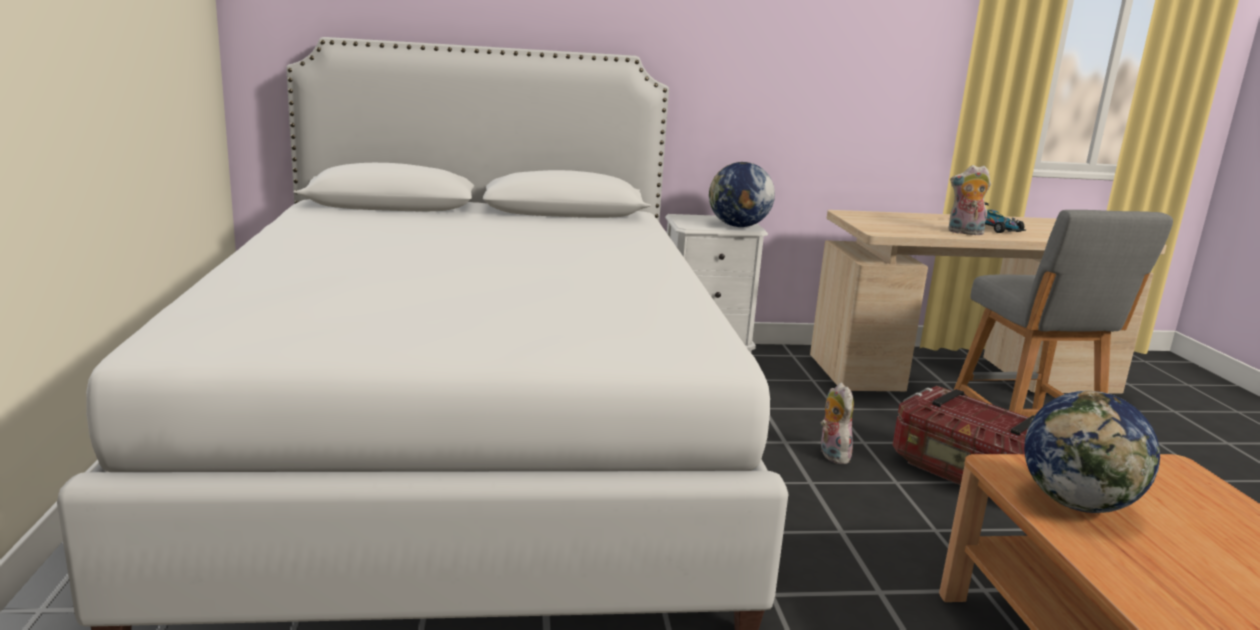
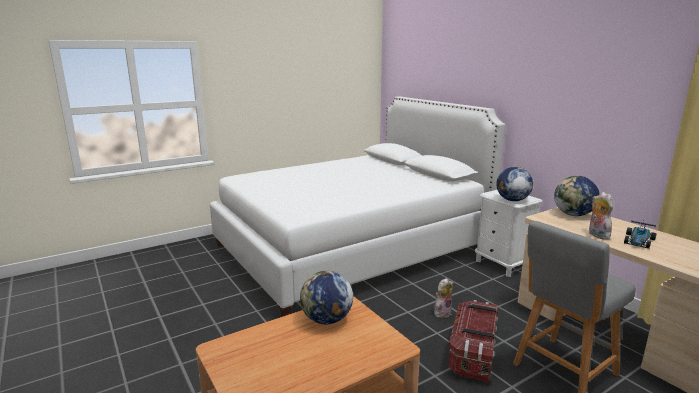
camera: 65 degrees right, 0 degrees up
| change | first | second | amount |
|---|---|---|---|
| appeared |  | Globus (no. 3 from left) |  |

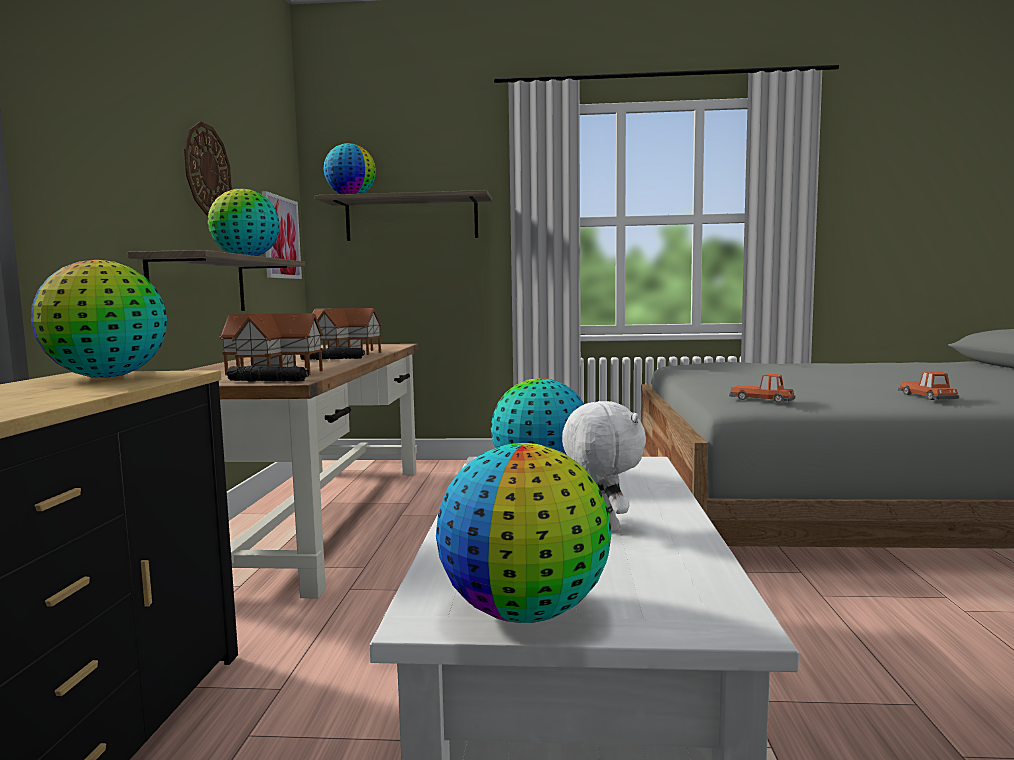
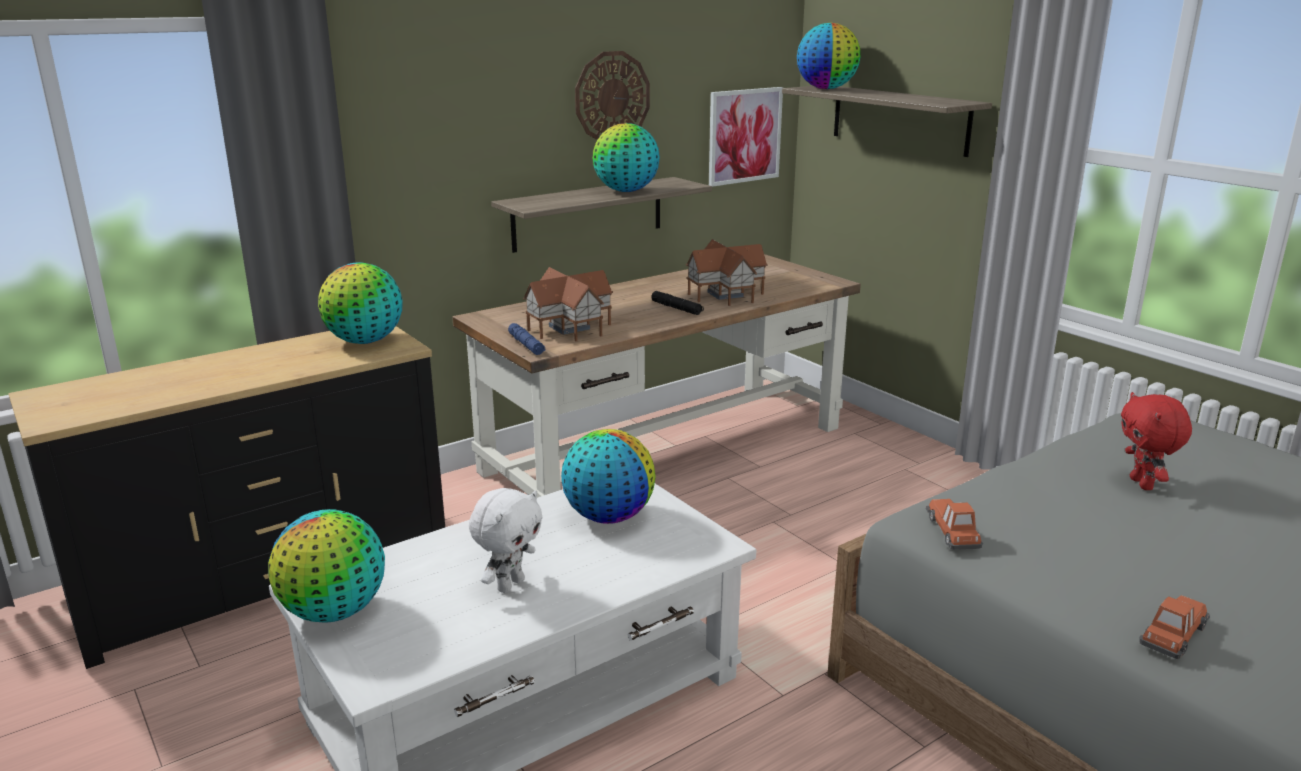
camera: 50 degrees right, 15 degrees up
| change | first | second | amount |
|---|---|---|---|
| colour | Taschenlampe (schwarz) (no. 1 from left) | Taschenlampe (blau) |  |
| appeared |  | Plüschtier (rot) |  |

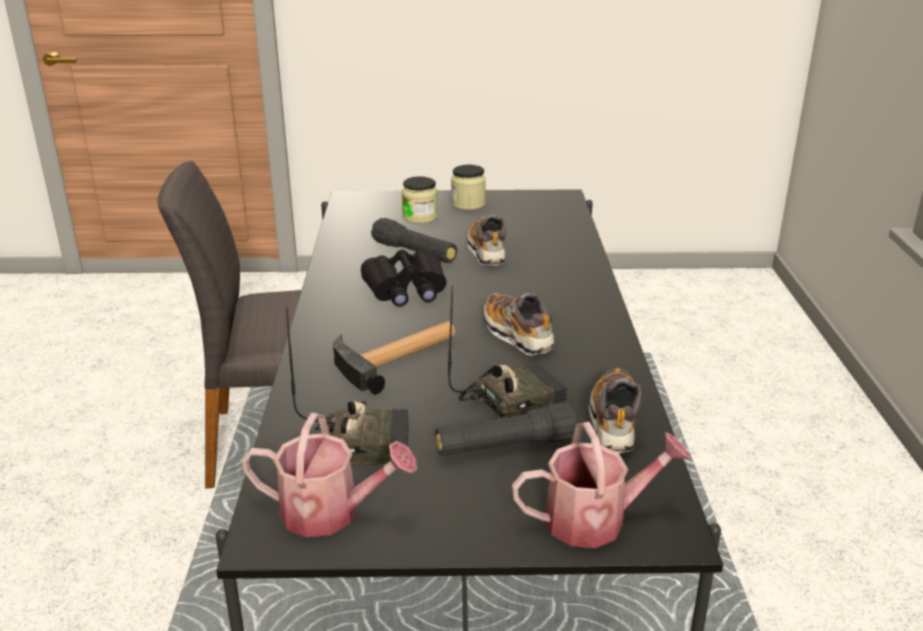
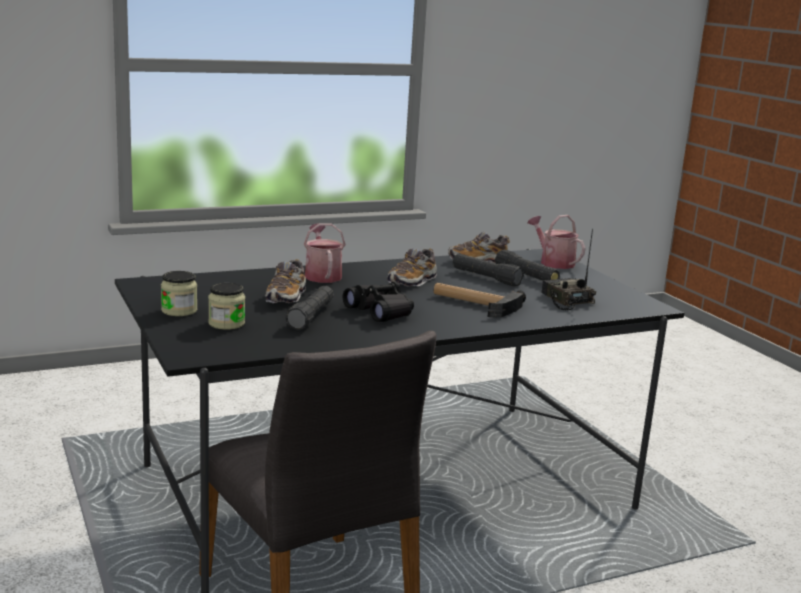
camera: 115 degrees left, 10 degrees down
| change | first | second | amount |
|---|---|---|---|
| spun | Schuh (no. 1 from left) |  | 45 degrees counterclockwise |
| relocated | Gießkanne (no. 1 from left) |  |  |
| exchanged | Radio (no. 2 from left) | Taschenlampe (schwarz) (no. 2 from left) |  |

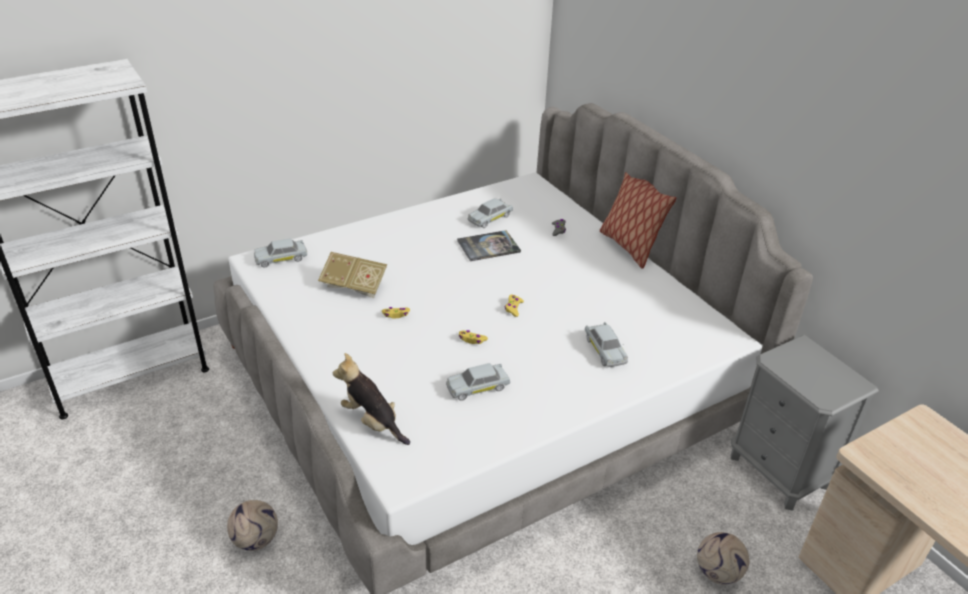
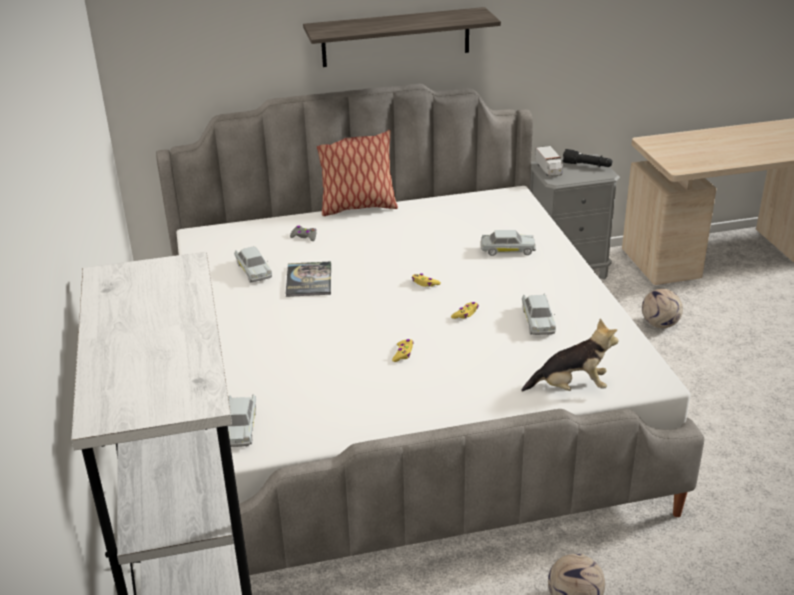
camera: 70 degrees left, 5 degrees down
| change | first | second | amount |
|---|---|---|---|
| appeared |  | Wandregal |  |
| spun | Plüschtier |  | 150 degrees counterclockwise |
| appeared |  | Spielzeuglaster |  |
| appeared |  | Taschenlampe (schwarz) |  |
| missing | Buch (no. 1 from left) |  |  |

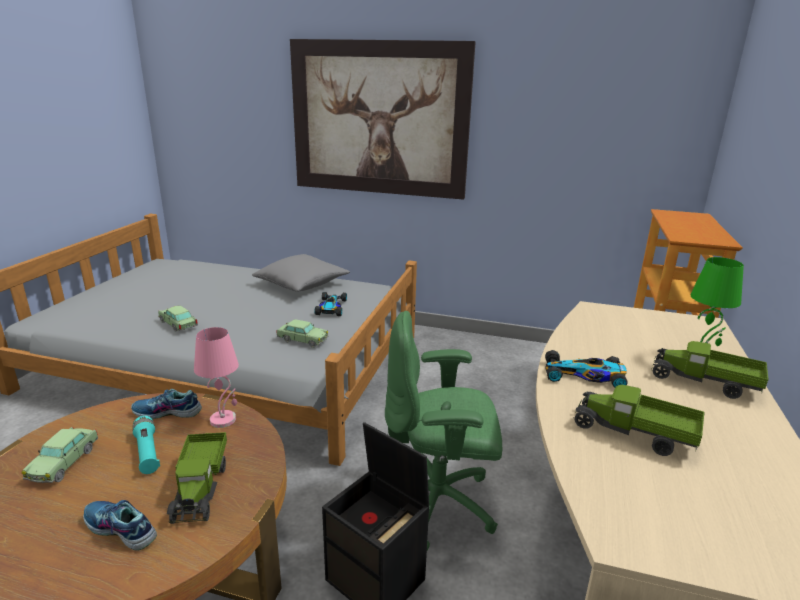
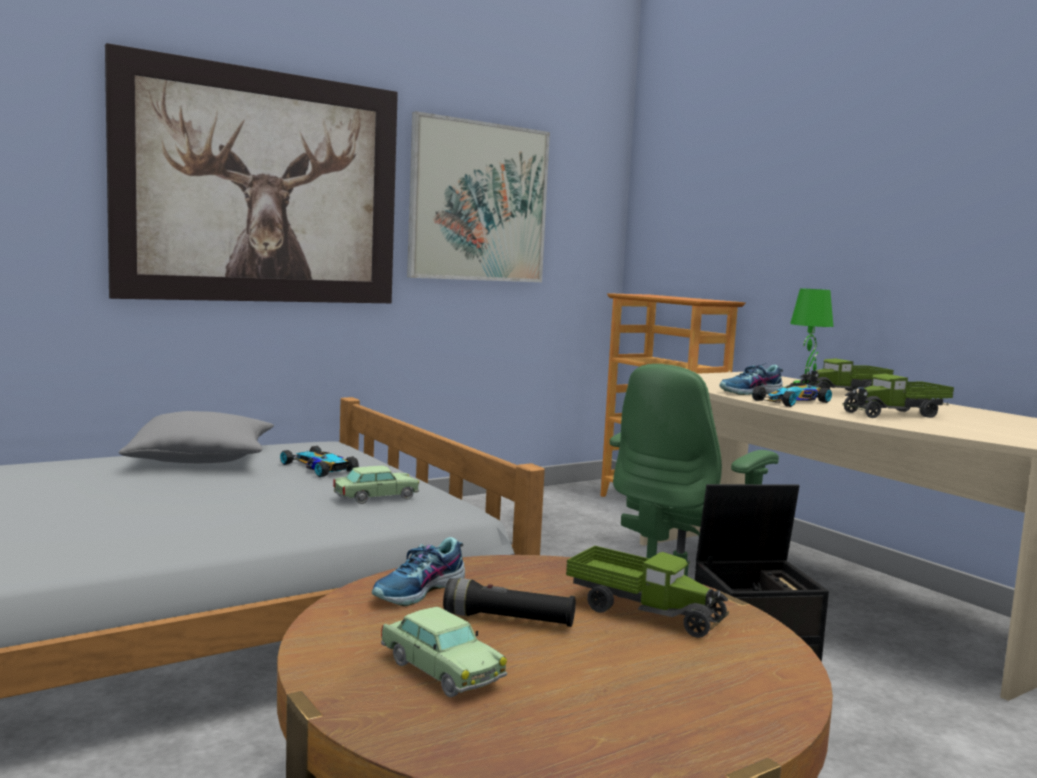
camera: 50 degrees left, 15 degrees down
| change | first | second | amount |
|---|---|---|---|
| appeared |  | Bild (no. 2 from left) |  |
| colour | Taschenlampe (türkis) | Taschenlampe (schwarz) |  |
| relocated | Schuh (no. 1 from left in the first image) | Schuh (no. 2 from left) |  |
| missing | Spielzeugauto (no. 2 from left) |  |  |
| missing | Tischlampe (rosa) |  |  |

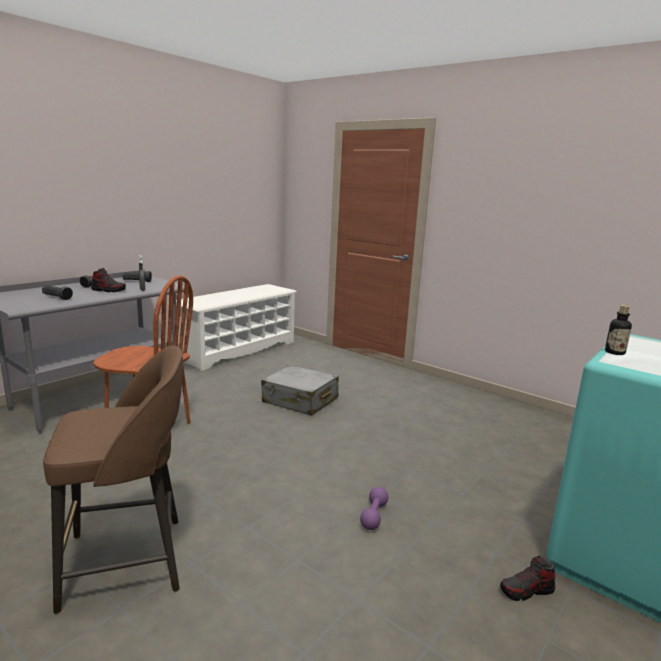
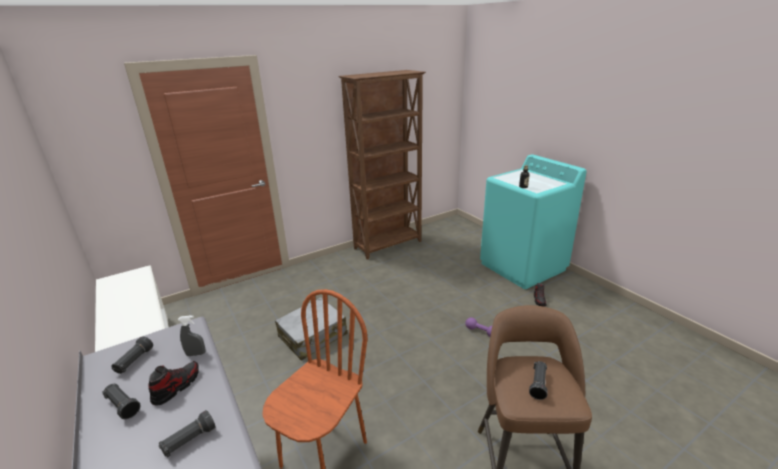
camera: 70 degrees left, 10 degrees up
| change | first | second | amount |
|---|---|---|---|
| appeared |  | Bücherregal (braun) |  |
| appeared |  | Taschenlampe (schwarz) (no. 4 from left) |  |

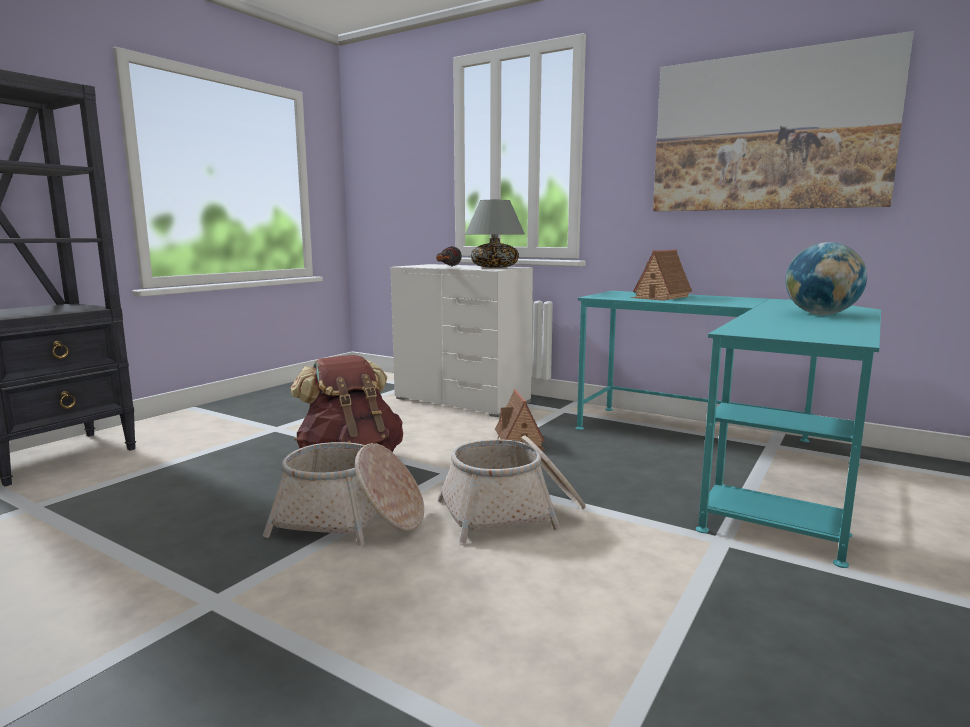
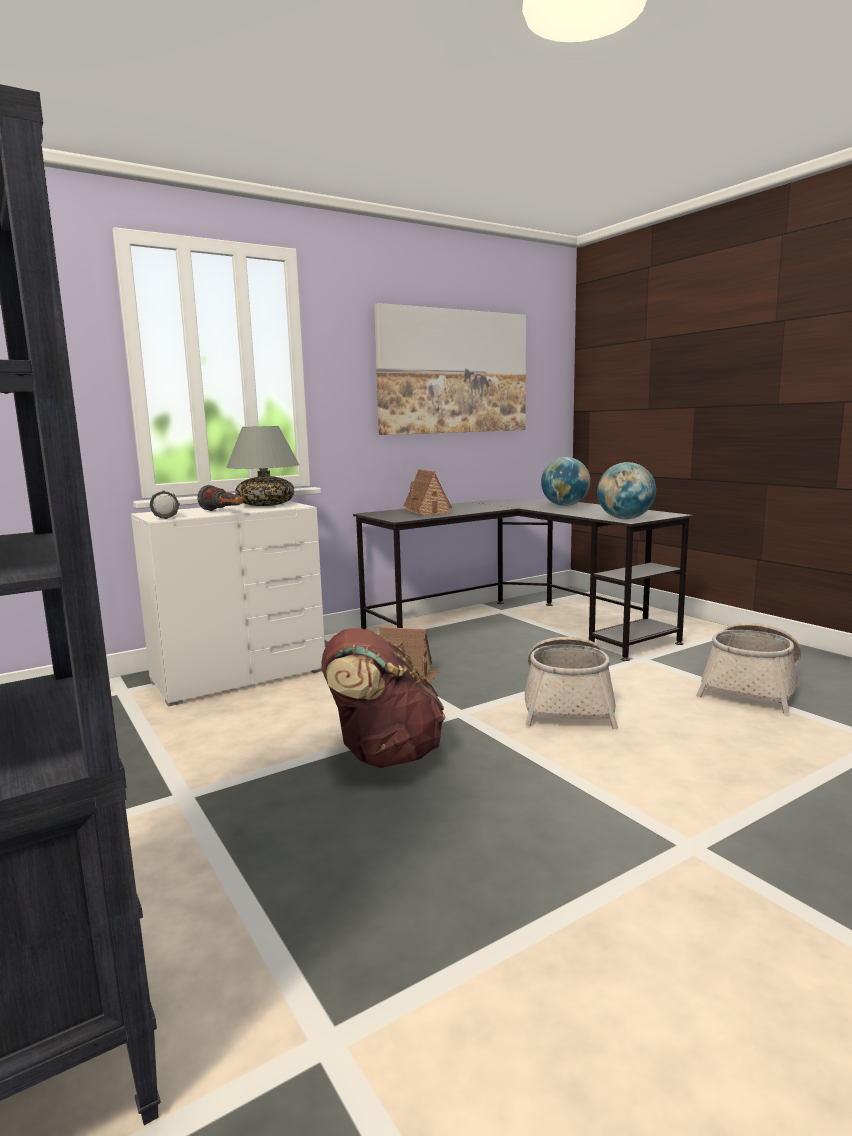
camera: 65 degrees left, 0 degrees up
| change | first | second | amount |
|---|---|---|---|
| appeared |  | Taschenlampe (no. 1 from left) |  |
| colour | Schreibtisch (türkis) | Schreibtisch (schwarz) |  |
| appeared |  | Globus (no. 2 from left) |  |
| relocated | Korb (no. 1 from left in the first image) | Korb (no. 2 from left) |  |

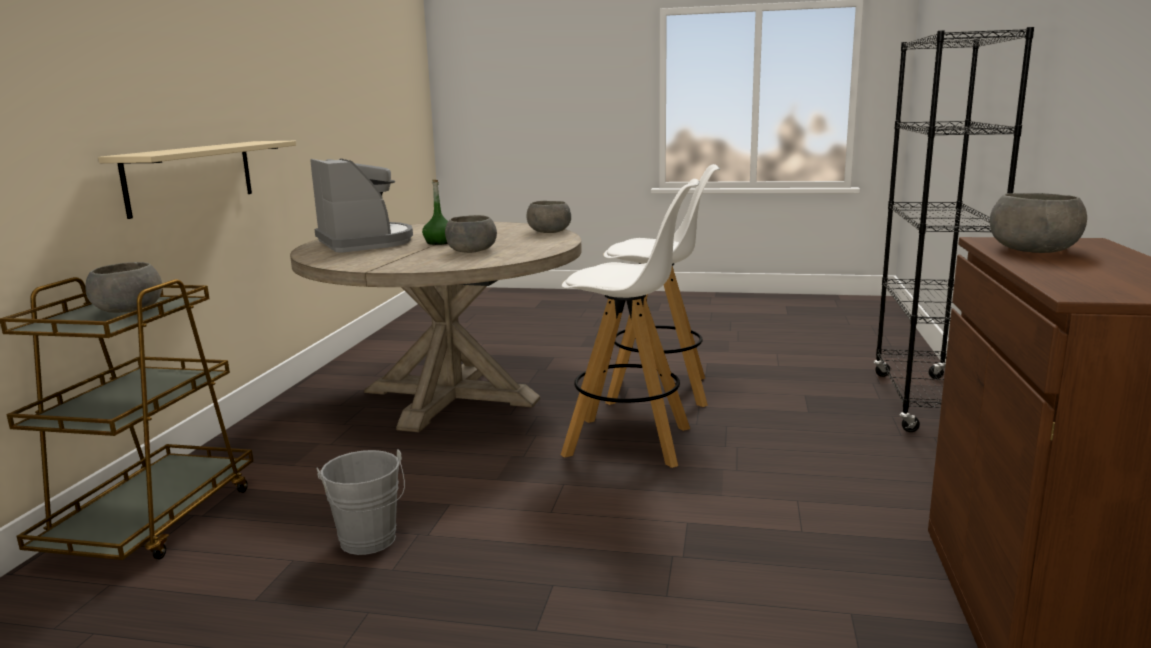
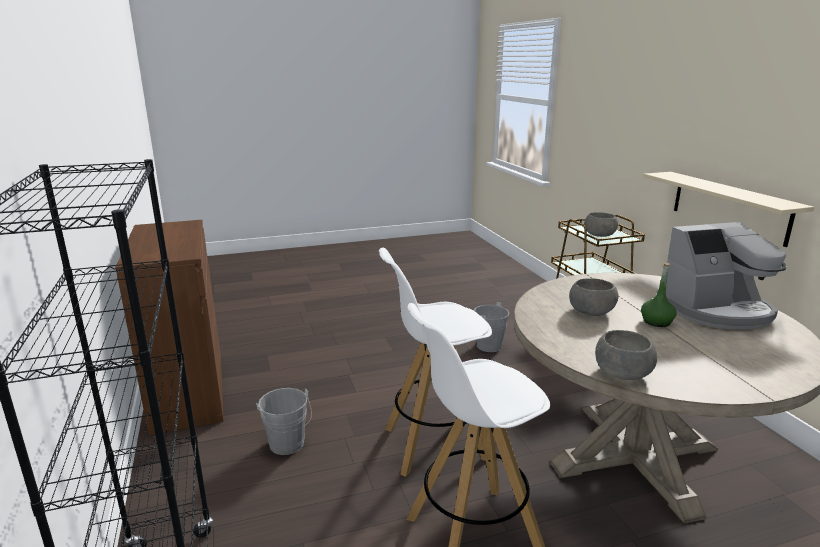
camera: 150 degrees right, 5 degrees up
| change | first | second | amount |
|---|---|---|---|
| appeared |  | Eimer (grau) (no. 1 from left) |  |
| spun | Kaffeemaschine |  | 45 degrees counterclockwise |
| missing | Schüssel (grau) (no. 4 from left) |  |  |

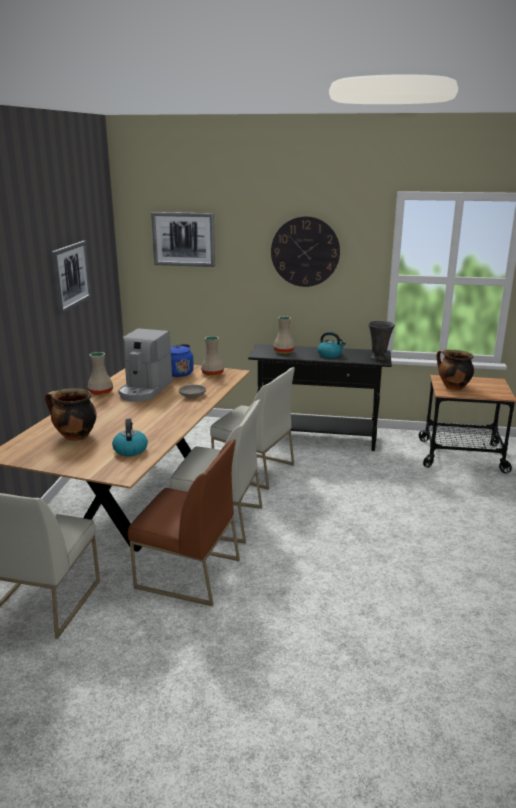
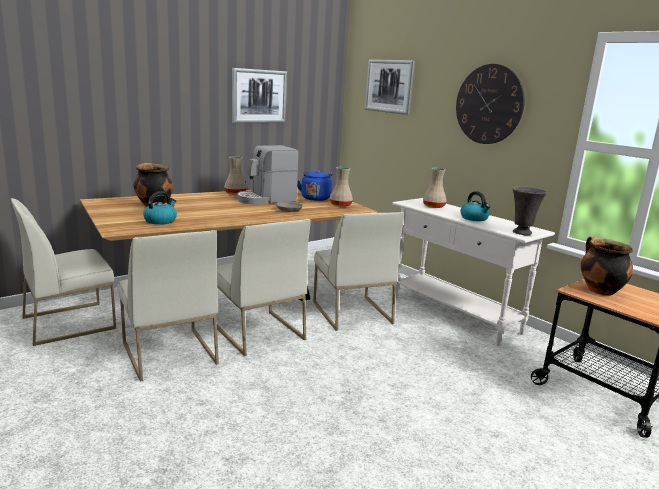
camera: 40 degrees right, 5 degrees down
| change | first | second | amount |
|---|---|---|---|
| colour | Stuhl (braun) | Stuhl (weiß) (no. 2 from left) |  |
| colour | Konsolentisch (schwarz) | Konsolentisch (weiß) |  |

